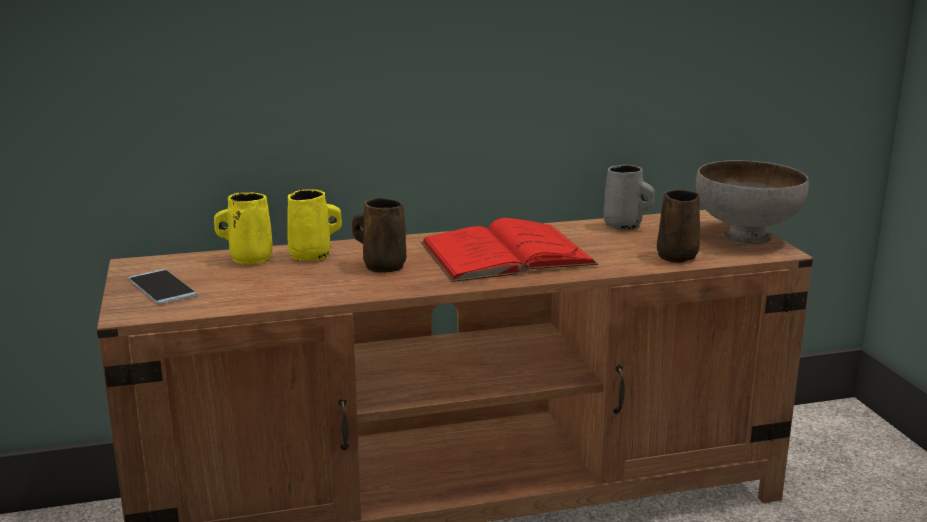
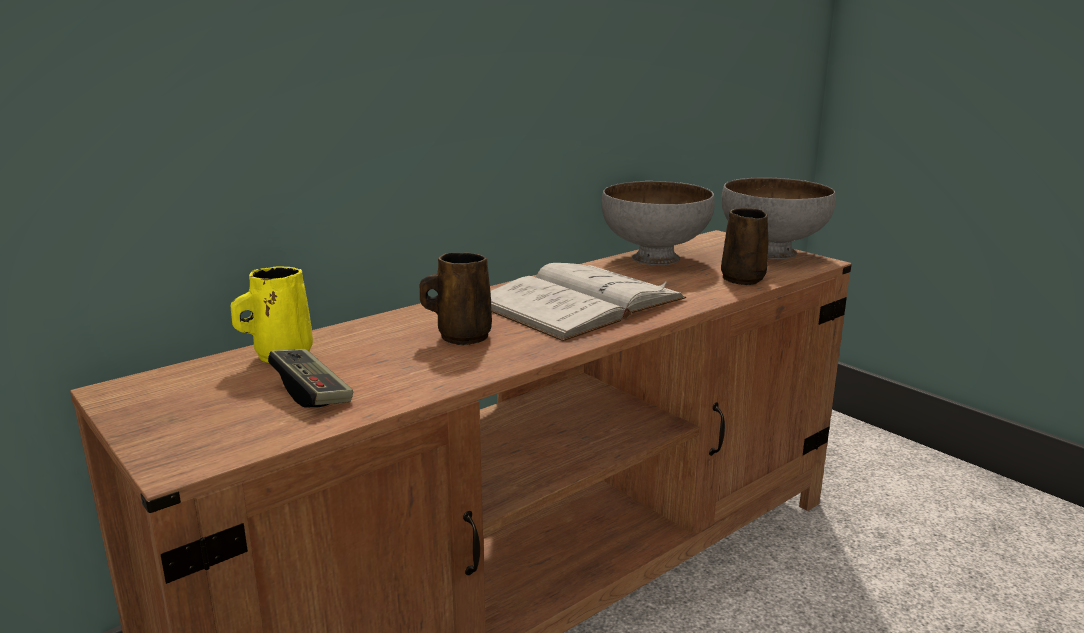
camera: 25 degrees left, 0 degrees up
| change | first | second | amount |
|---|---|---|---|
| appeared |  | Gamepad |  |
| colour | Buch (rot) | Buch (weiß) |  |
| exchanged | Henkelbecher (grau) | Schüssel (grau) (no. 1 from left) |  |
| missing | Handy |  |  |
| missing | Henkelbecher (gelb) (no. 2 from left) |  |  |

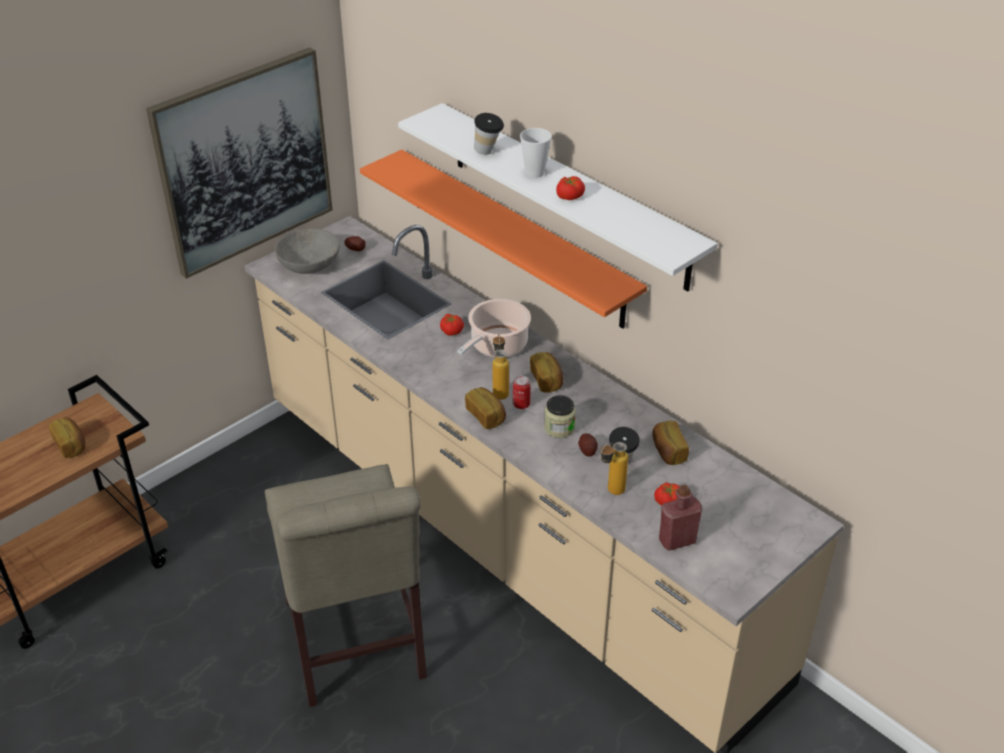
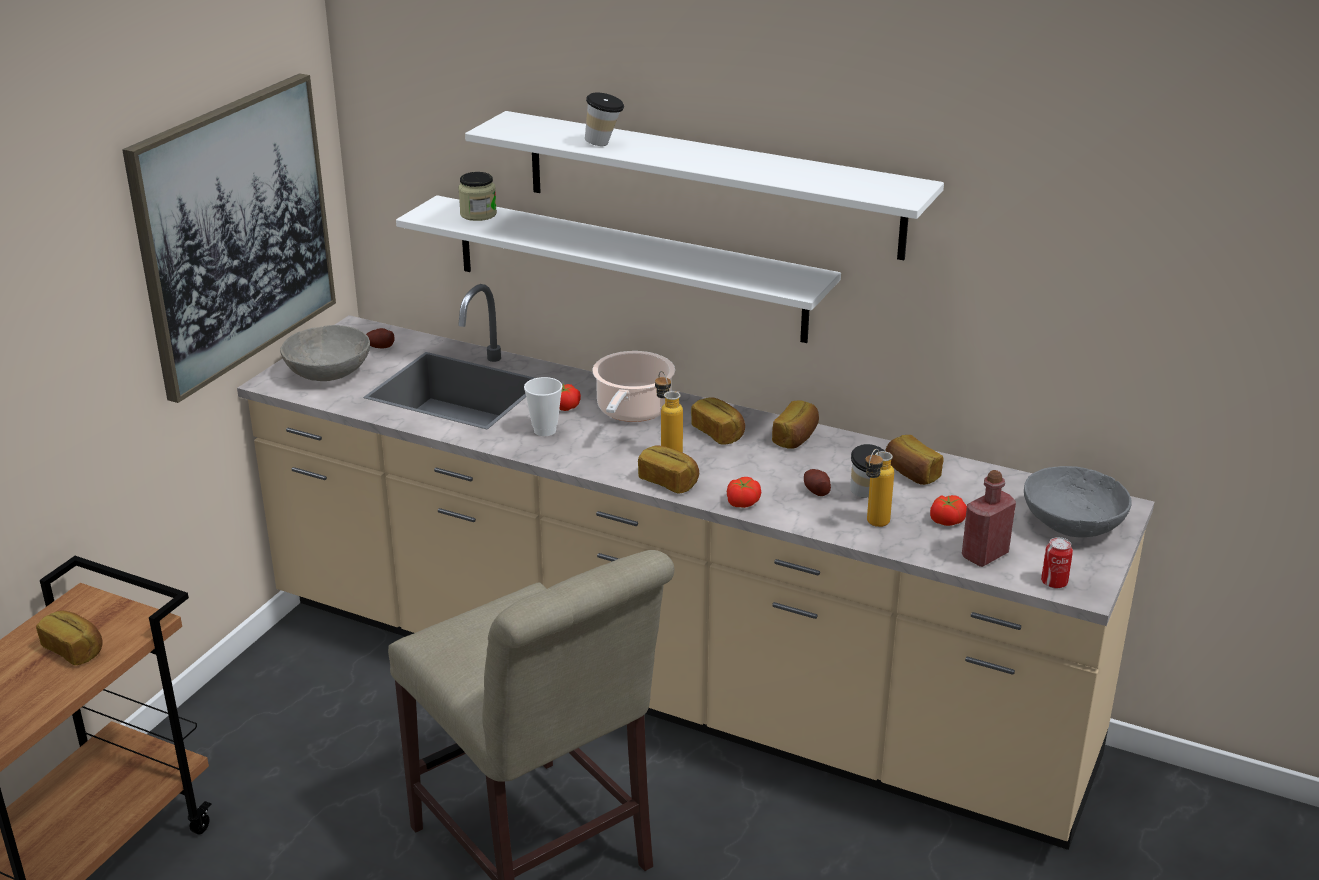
camera: 20 degrees left, 10 degrees down
| change | first | second | amount |
|---|---|---|---|
| colour | Wandregal (orange) | Wandregal (weiß) (no. 1 from left) |  |
| relocated | Vorratsglas |  |  |
| relocated | Tasse (no. 2 from left in the first image) | Tasse (no. 1 from left) |  |
| relocated | Tomate (no. 2 from left) |  |  |
| appeared |  | Brot (no. 4 from left) |  |
| appeared |  | Schüssel (grau) (no. 2 from left) |  |
| relocated | Dose |  |  |

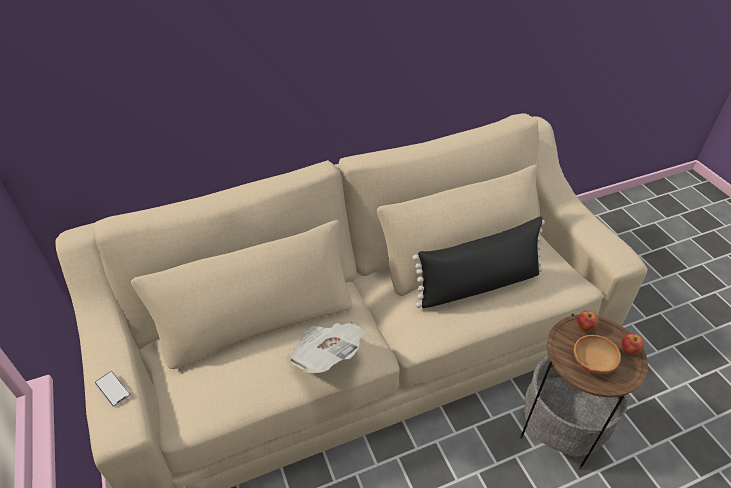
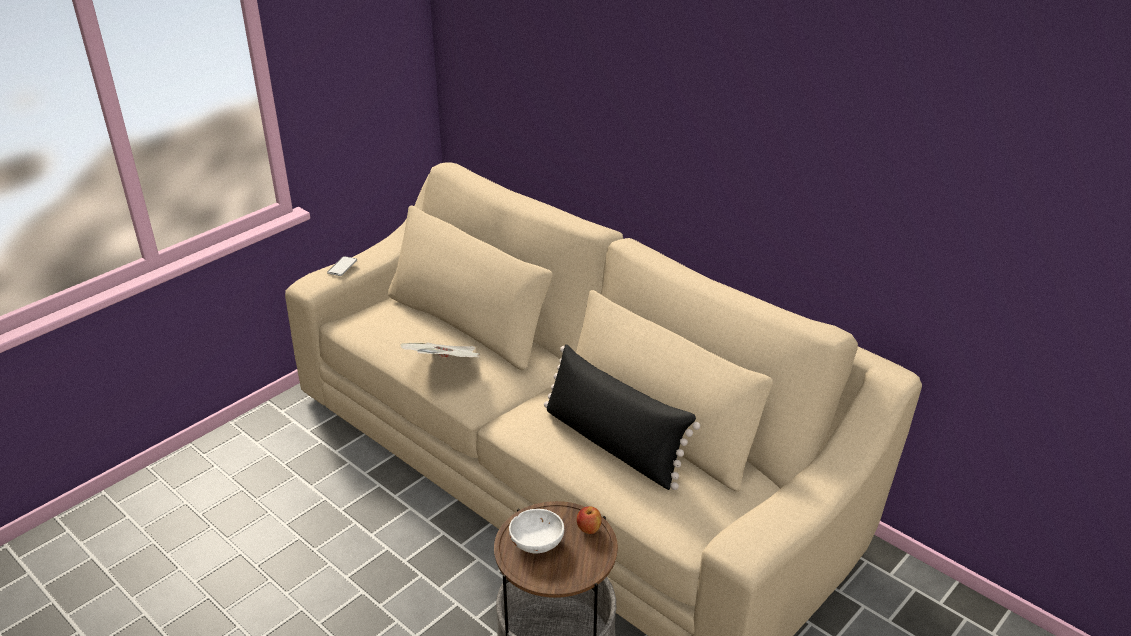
camera: 65 degrees right, 10 degrees down
| change | first | second | amount |
|---|---|---|---|
| colour | Schüssel (braun) | Schüssel (weiß) |  |
| missing | Apfel (no. 2 from left) |  |  |

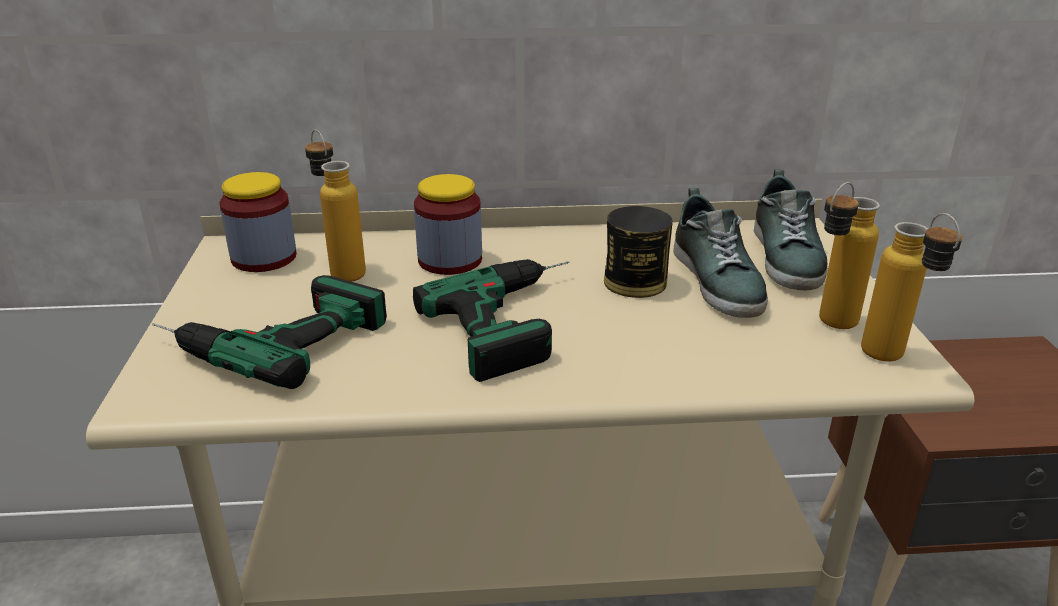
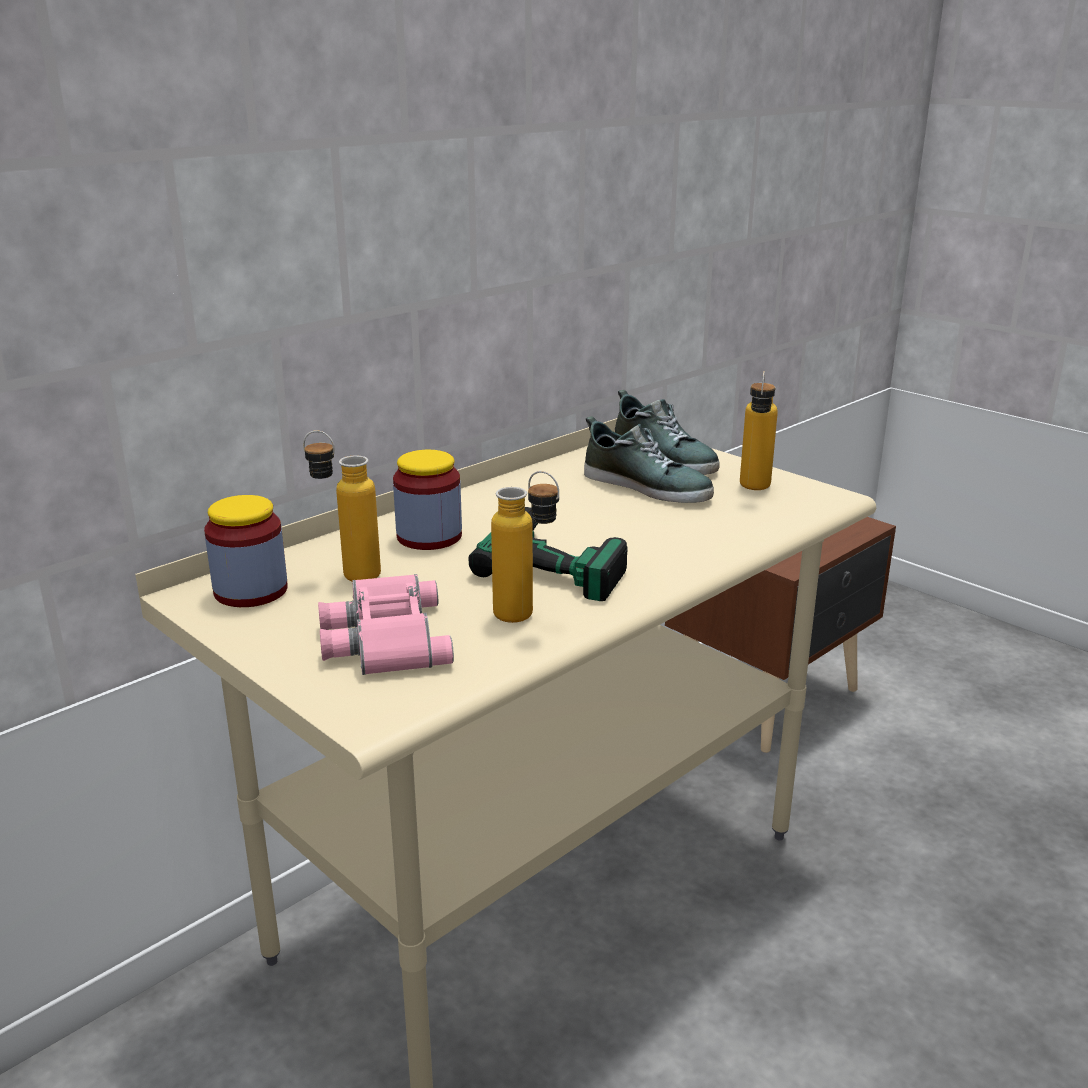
camera: 40 degrees left, 5 degrees down
| change | first | second | amount |
|---|---|---|---|
| exchanged | Bohrmaschine (no. 1 from left) | Fernglas (rosa) |  |
| relocated | Flasche (no. 3 from left in the first image) | Flasche (no. 2 from left) |  |
| missing | Dose |  |  |

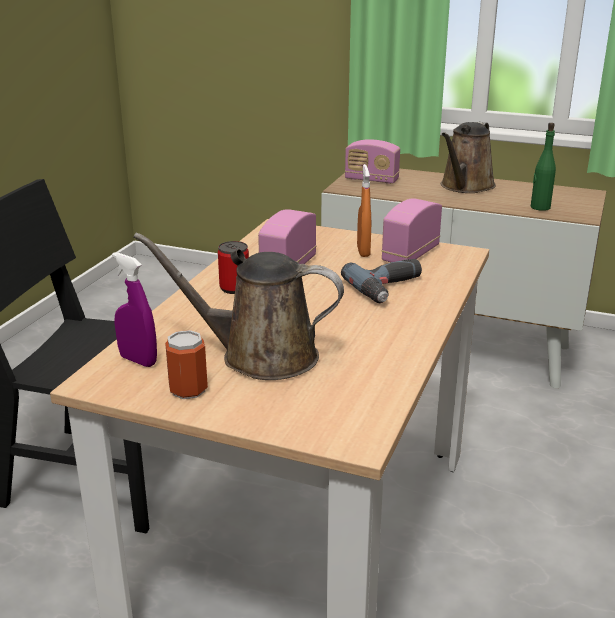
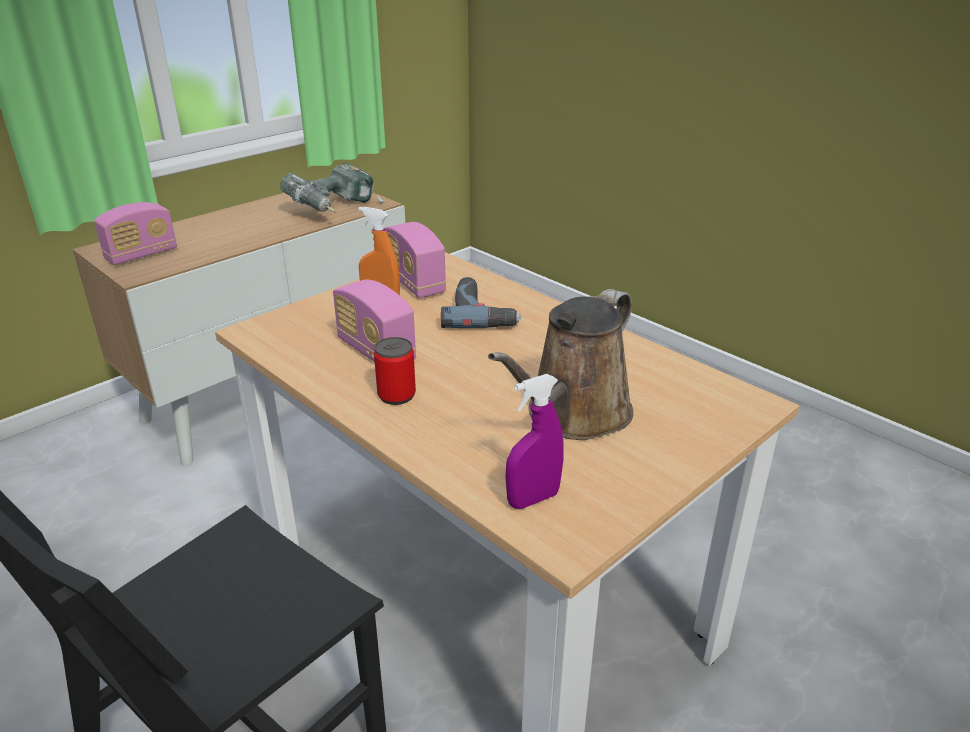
camera: 65 degrees left, 5 degrees up
| change | first | second | amount |
|---|---|---|---|
| exchanged | Flasche (grün) | Bohrmaschine (no. 1 from left) |  |
| missing | Dose (no. 1 from left) |  |  |
| missing | Gießkanne (braun) (no. 2 from left) |  |  |

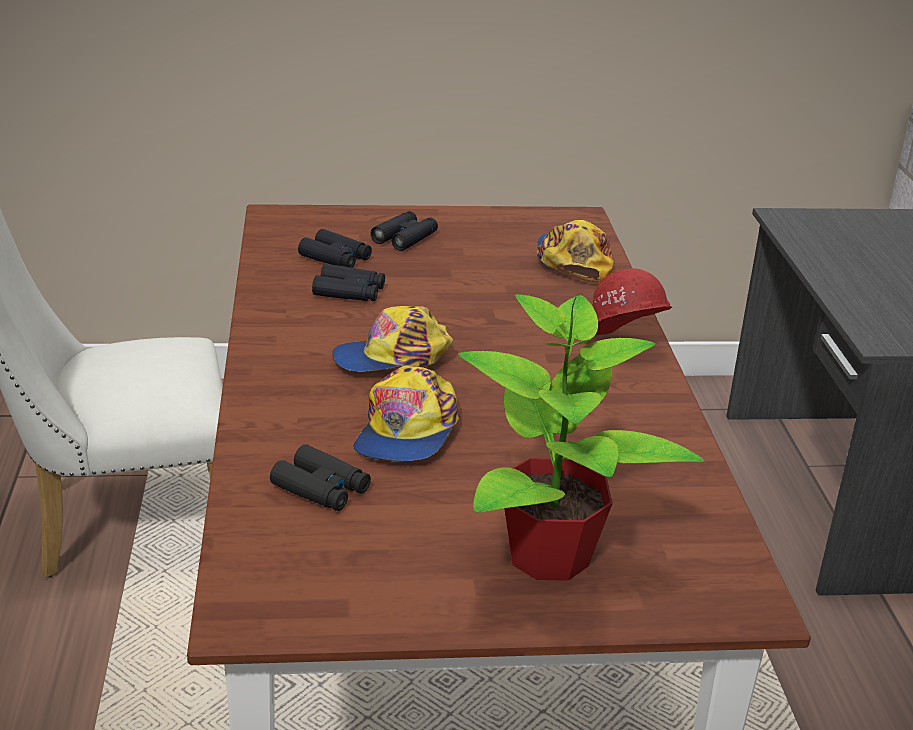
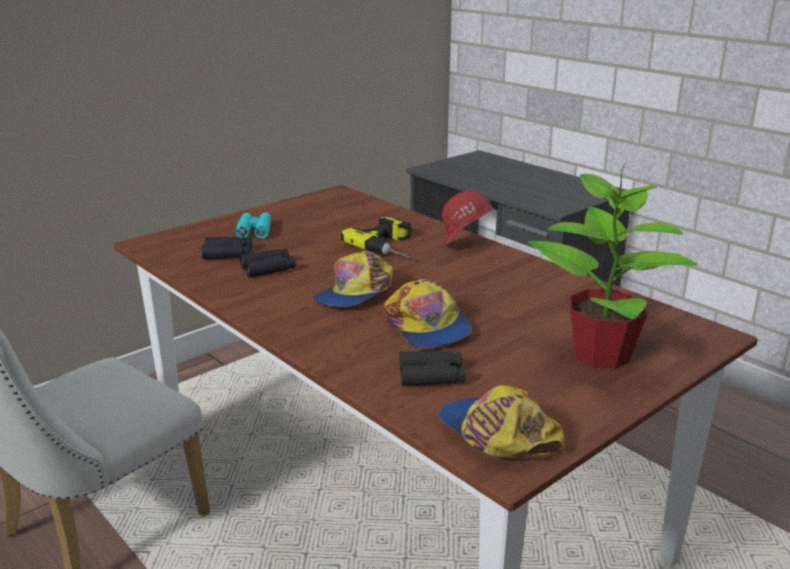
camera: 35 degrees left, 5 degrees down
| change | first | second | amount |
|---|---|---|---|
| colour | Fernglas (schwarz) (no. 4 from left) | Fernglas (türkis) |  |
| appeared |  | Bohrmaschine |  |
| relocated | Kappe (no. 3 from left) |  |  |

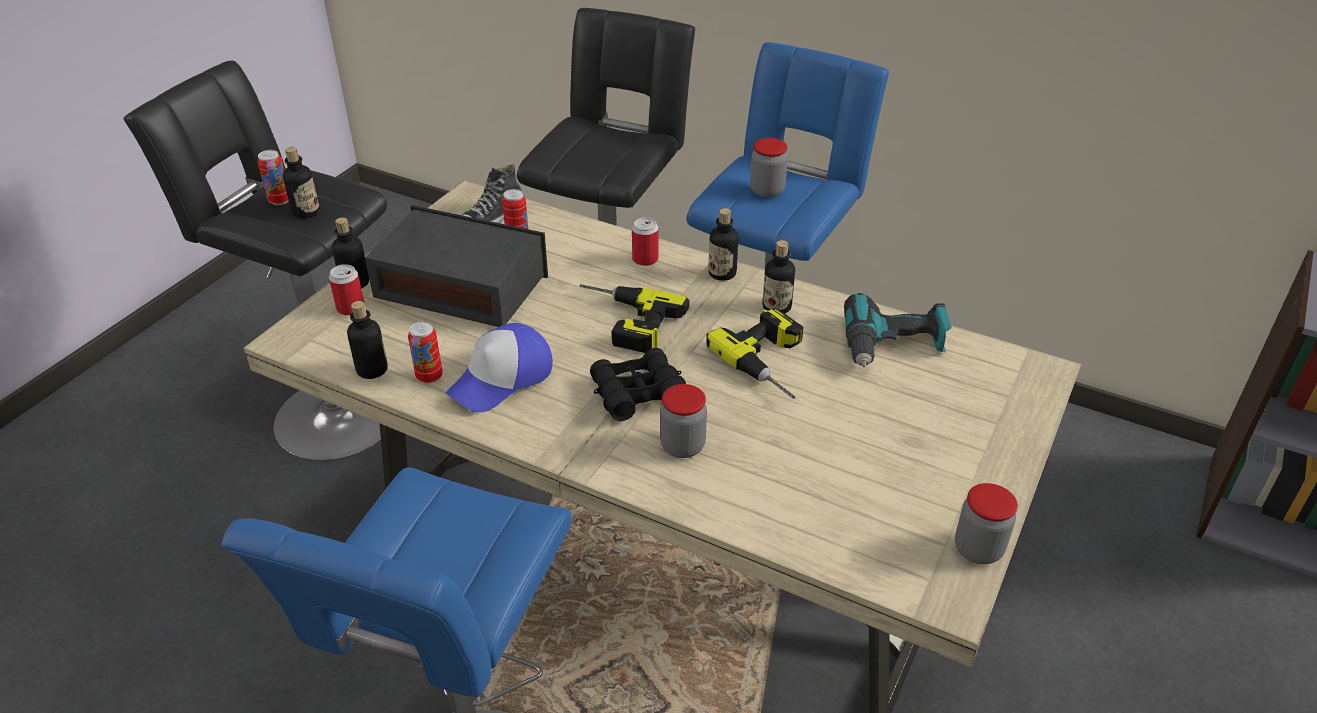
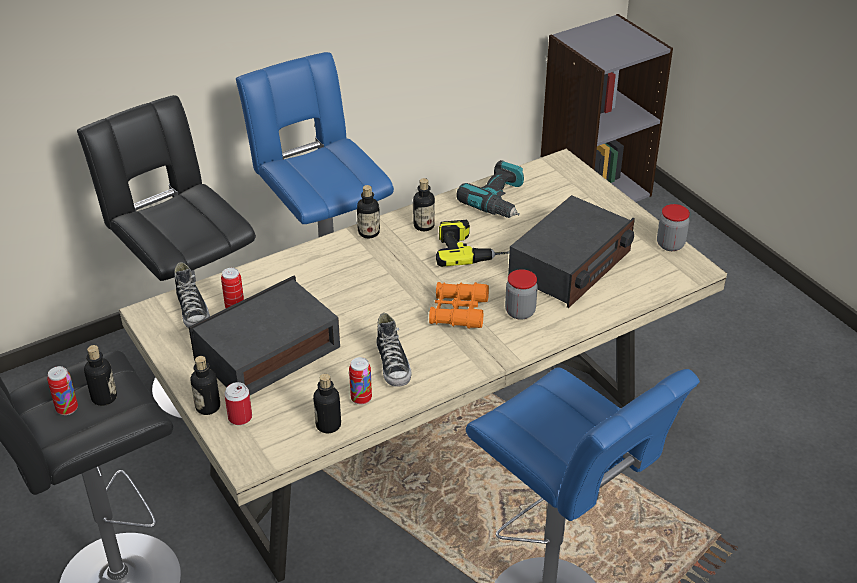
camera: 60 degrees left, 0 degrees up
| change | first | second | amount |
|---|---|---|---|
| exchanged | Kappe | Schuh (no. 2 from left) |  |
| colour | Fernglas (schwarz) | Fernglas (orange) |  |
| appeared |  | Radio (no. 2 from left) |  |
| missing | Bohrmaschine (no. 1 from left) |  |  |
| missing | Dose (no. 5 from left) |  |  |
| missing | Vorratsglas (no. 2 from left) |  |  |

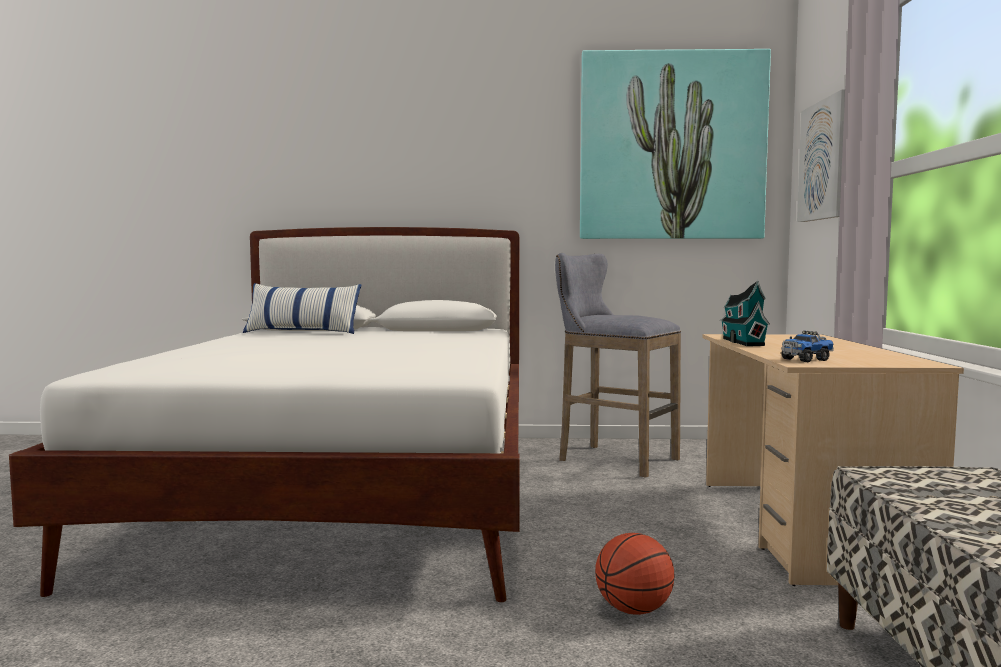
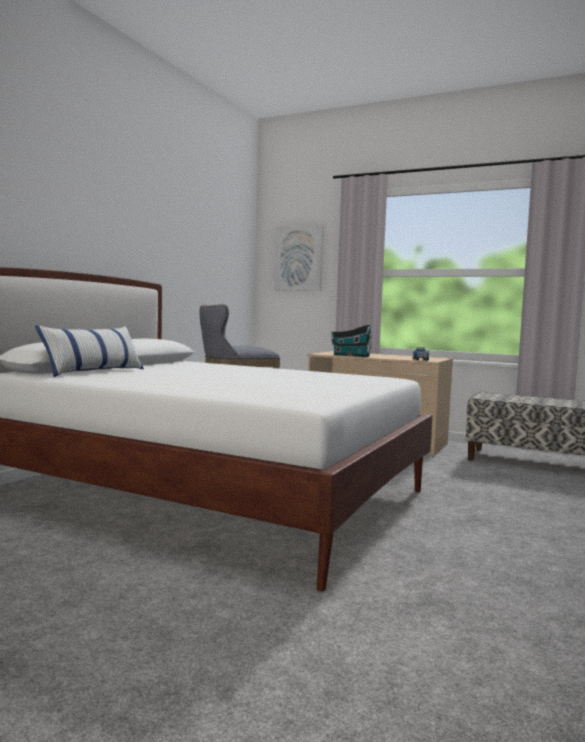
camera: 65 degrees left, 0 degrees up
| change | first | second | amount |
|---|---|---|---|
| missing | Bild (no. 1 from left) |  |  |
| missing | Basketball |  |  |

